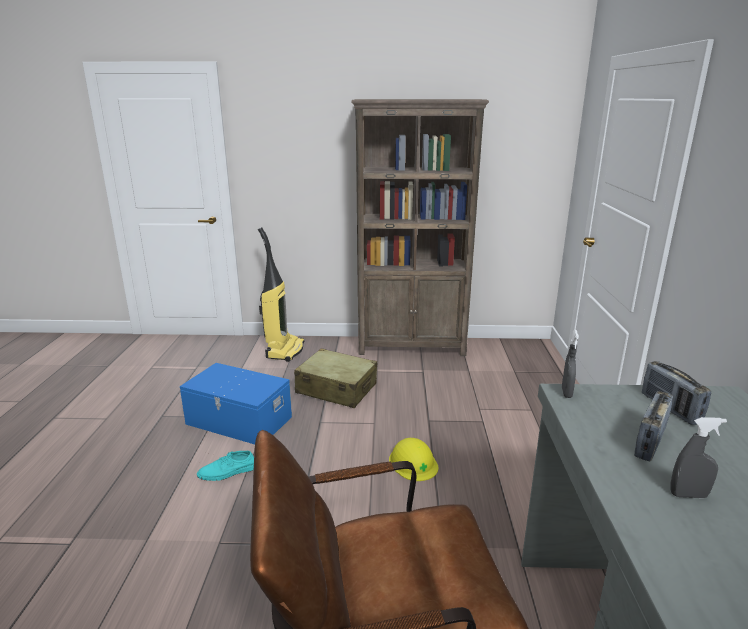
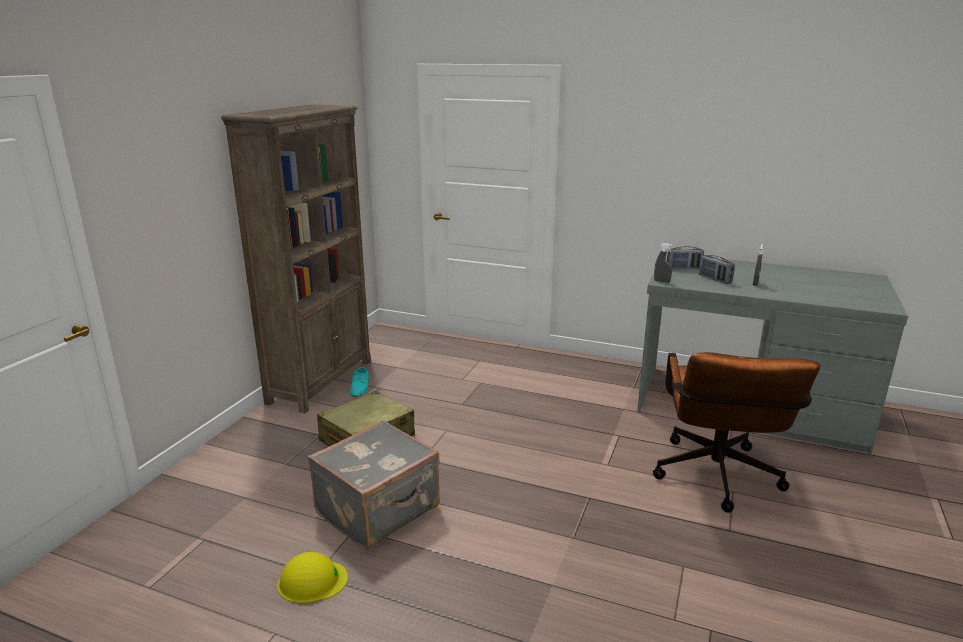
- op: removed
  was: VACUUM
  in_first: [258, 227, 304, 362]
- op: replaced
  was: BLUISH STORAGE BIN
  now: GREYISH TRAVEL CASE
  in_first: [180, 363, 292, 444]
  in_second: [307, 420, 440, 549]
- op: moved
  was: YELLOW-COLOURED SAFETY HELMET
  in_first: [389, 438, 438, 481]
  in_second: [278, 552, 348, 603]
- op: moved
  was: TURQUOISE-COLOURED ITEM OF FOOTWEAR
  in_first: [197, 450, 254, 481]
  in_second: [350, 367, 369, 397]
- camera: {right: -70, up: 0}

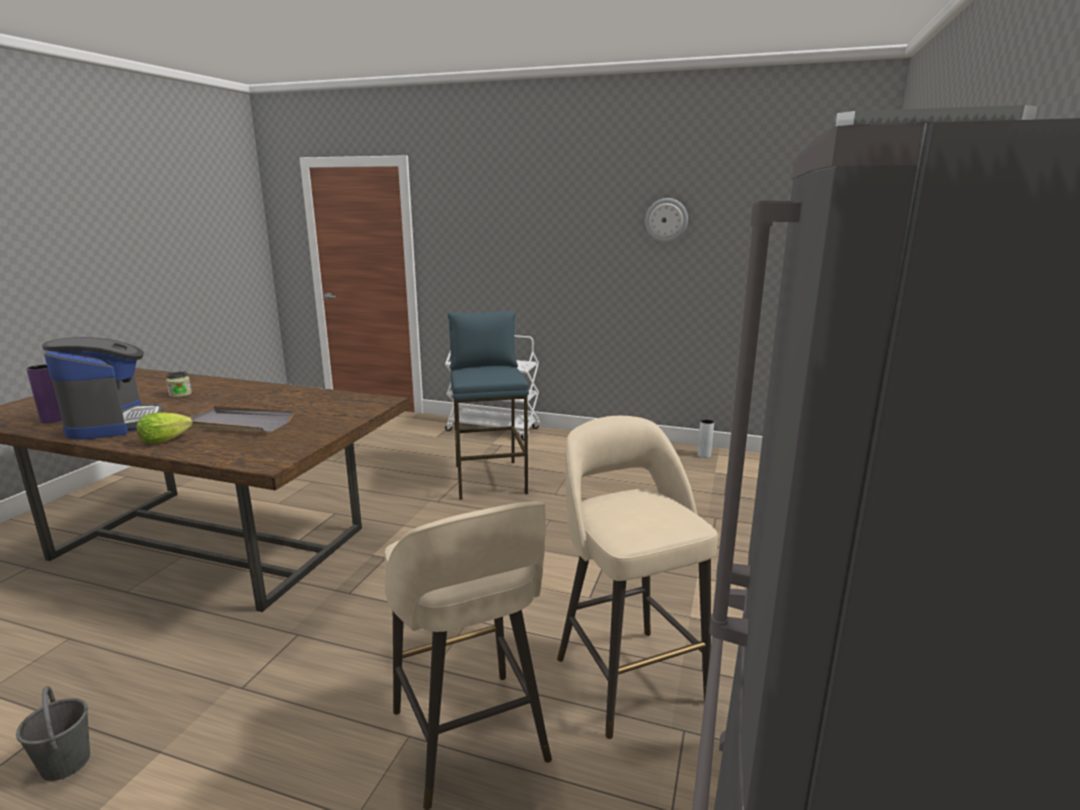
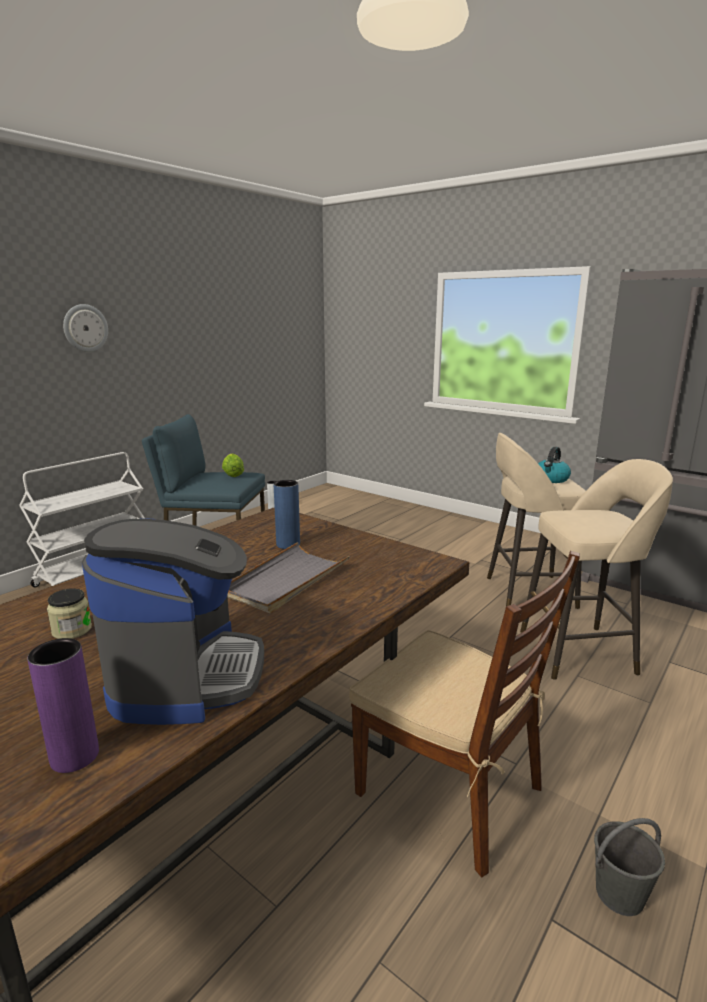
- op: moved
  was: WALL CLOCK
  in_first: [645, 198, 688, 242]
  in_second: [63, 304, 108, 352]
- op: turned
  was: COFFEE BREWER
  in_first: [42, 337, 163, 440]
  in_second: [82, 518, 264, 725]
  clockwise: 90
- op: moved
  was: HEAD OF LETTUCE
  in_first: [136, 412, 193, 443]
  in_second: [222, 453, 244, 477]
- op: added
  now: KETTLE
  in_second: [538, 447, 571, 483]
- op: added
  now: BLUISH DECORATIVE VASE
  in_second: [274, 480, 300, 549]
- op: added
  now: BROWNISH PLAIN CHAIR
  in_second: [349, 551, 580, 877]
- camera: {right: -70, up: 0}

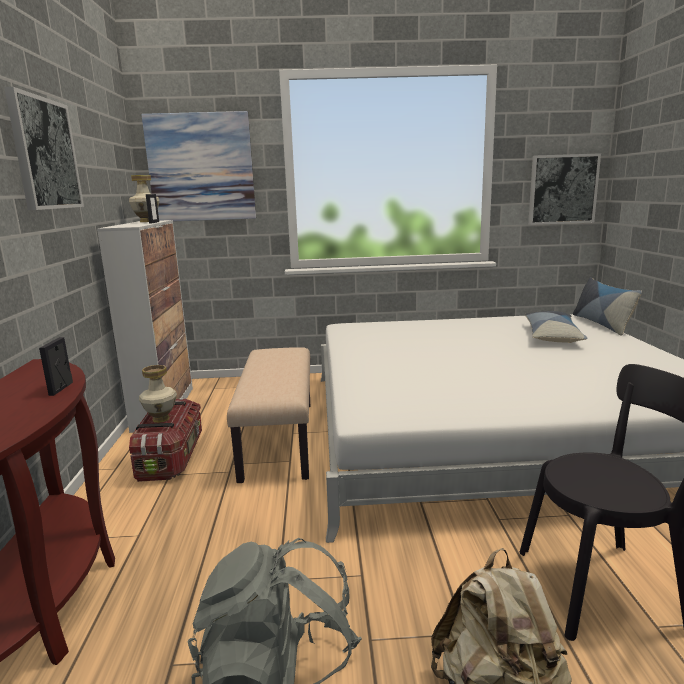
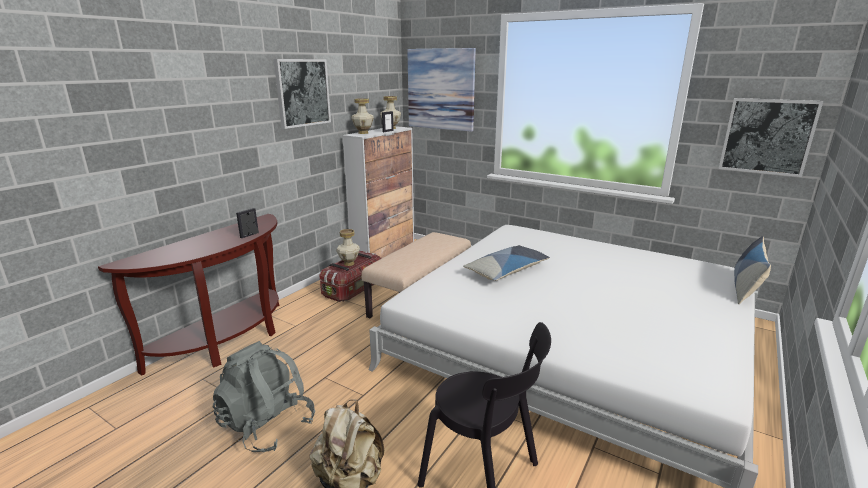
- op: moved
  was: PILLOW
  in_first: [525, 311, 588, 343]
  in_second: [463, 245, 550, 280]
- op: added
  now: DECORATIVE VASE
  in_second: [351, 98, 374, 134]
- camera: {right: 35, up: 5}

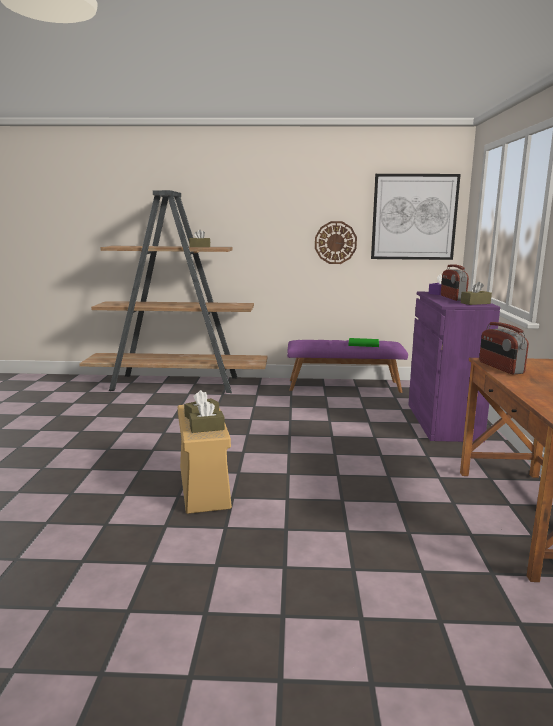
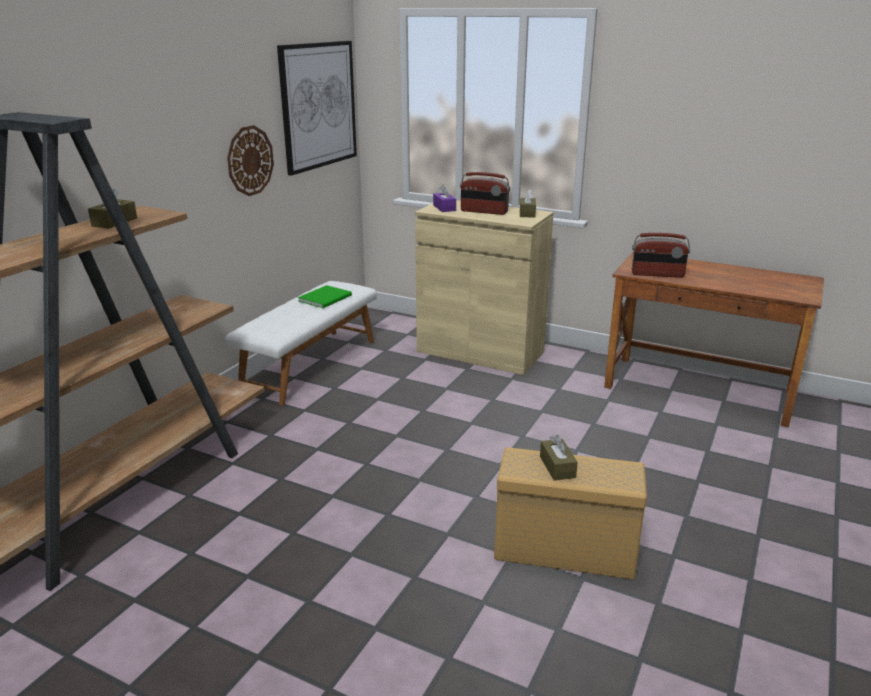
- op: recoloured
  was: PURPLE CUPBOARD
  now: BEIGE-COLOURED CUPBOARD
  in_first: [408, 292, 500, 442]
  in_second: [415, 200, 554, 375]
- op: recoloured
  was: PURPLE BENCH
  now: WHITE-COLOURED BENCH
  in_first: [287, 340, 408, 393]
  in_second: [225, 281, 377, 406]
- op: removed
  was: BROWNISH TISSUE HOLDER
  in_first: [189, 401, 225, 433]
- camera: {right: -65, up: 10}

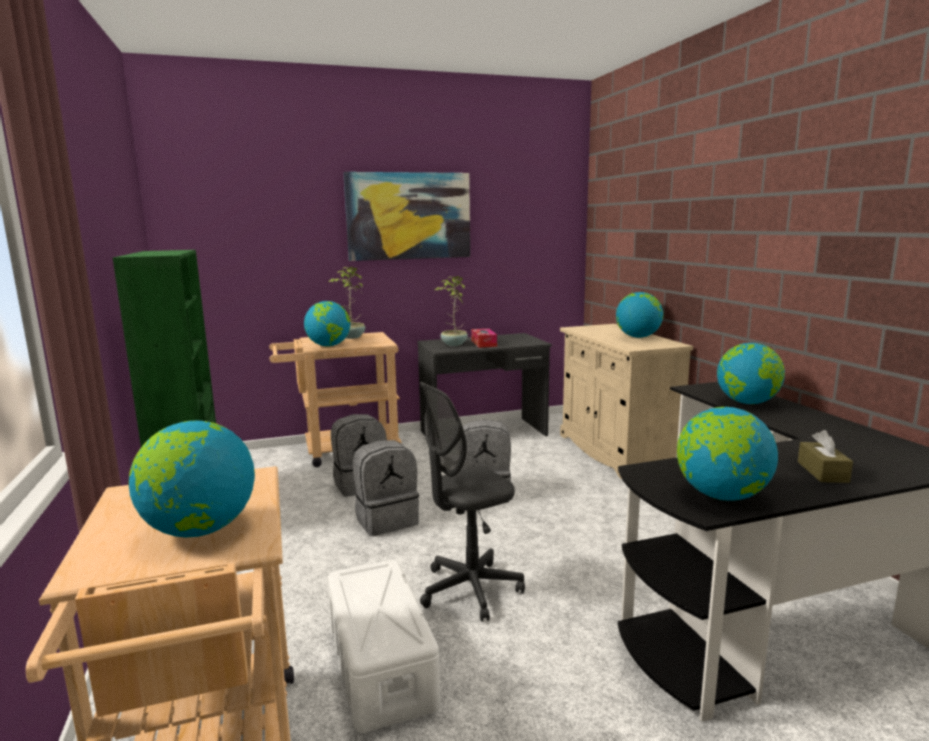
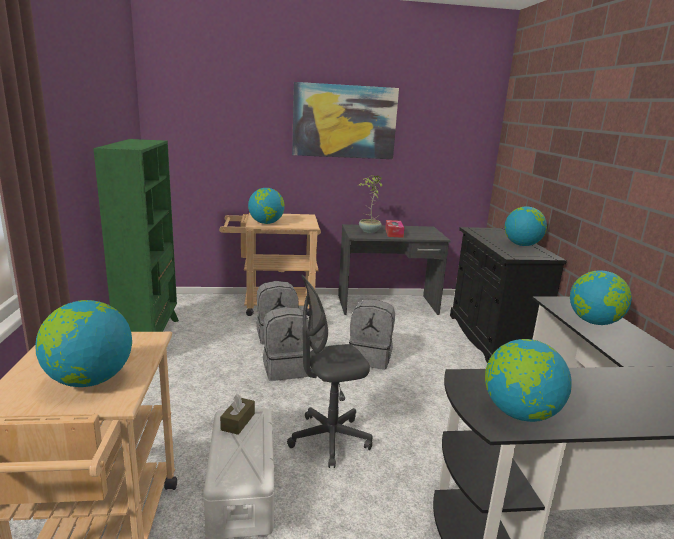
- op: removed
  was: HOUSEPLANT
  in_first: [328, 267, 365, 339]
- op: recoloured
  was: BEIGE-COLOURED CUPBOARD
  now: BLACK CUPBOARD
  in_first: [560, 324, 693, 479]
  in_second: [450, 227, 567, 363]
- op: moved
  was: BROWNISH TISSUE HOLDER
  in_first: [798, 430, 853, 483]
  in_second: [220, 394, 255, 435]
- camera: {right: 10, up: 5}

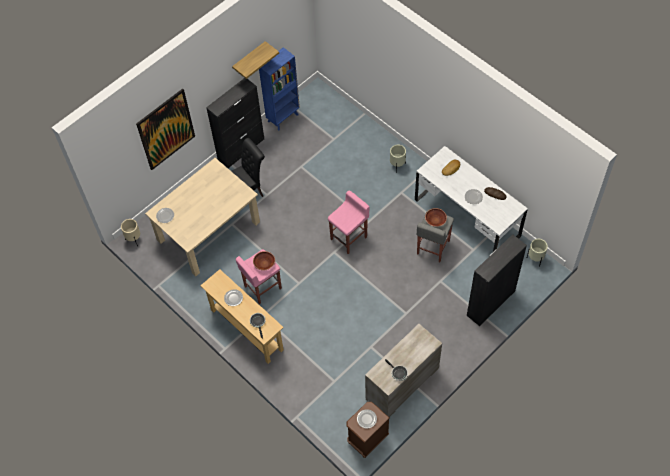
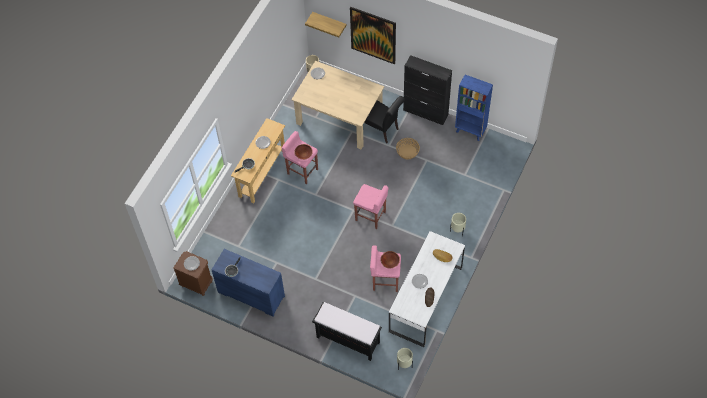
- op: moved
  was: BRACKET SHELF
  in_first: [232, 41, 279, 79]
  in_second: [305, 12, 347, 37]
- op: recoloured
  was: GREYISH SITTING STOOL
  now: PINK SITTING STOOL
  in_first: [416, 209, 454, 262]
  in_second: [370, 245, 401, 292]
- op: replaced
  was: BLACK CUPBOARD
  now: BLACK BENCH
  in_first: [467, 234, 527, 326]
  in_second: [312, 302, 382, 361]
- op: recoloured
  was: BEIGE-COLOURED CHEST OF DRAWERS
  now: BLUISH CHEST OF DRAWERS
  in_first: [365, 324, 442, 417]
  in_second: [211, 249, 285, 317]
- op: added
  now: HOUSEHOLD BASKET
  in_second: [396, 138, 420, 160]
- camera: {right: 70, up: 0}

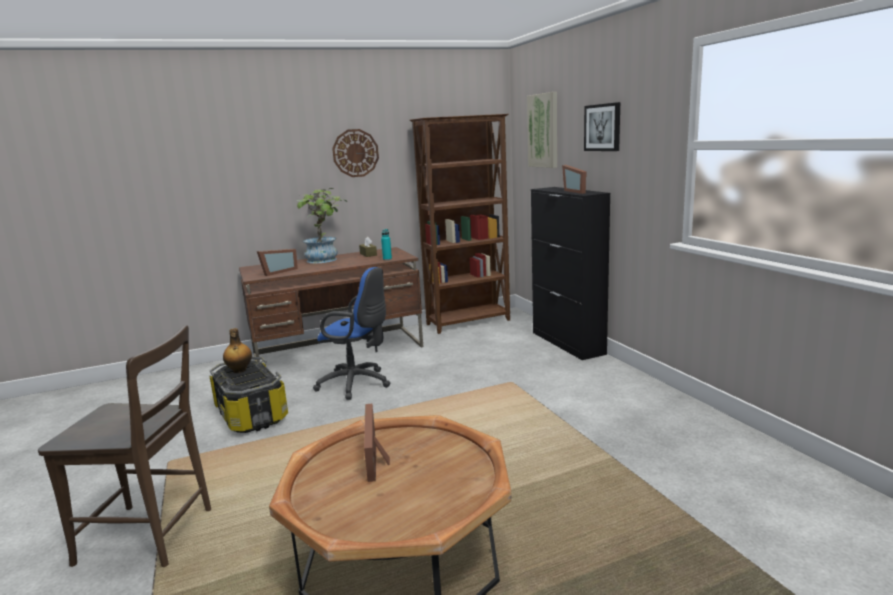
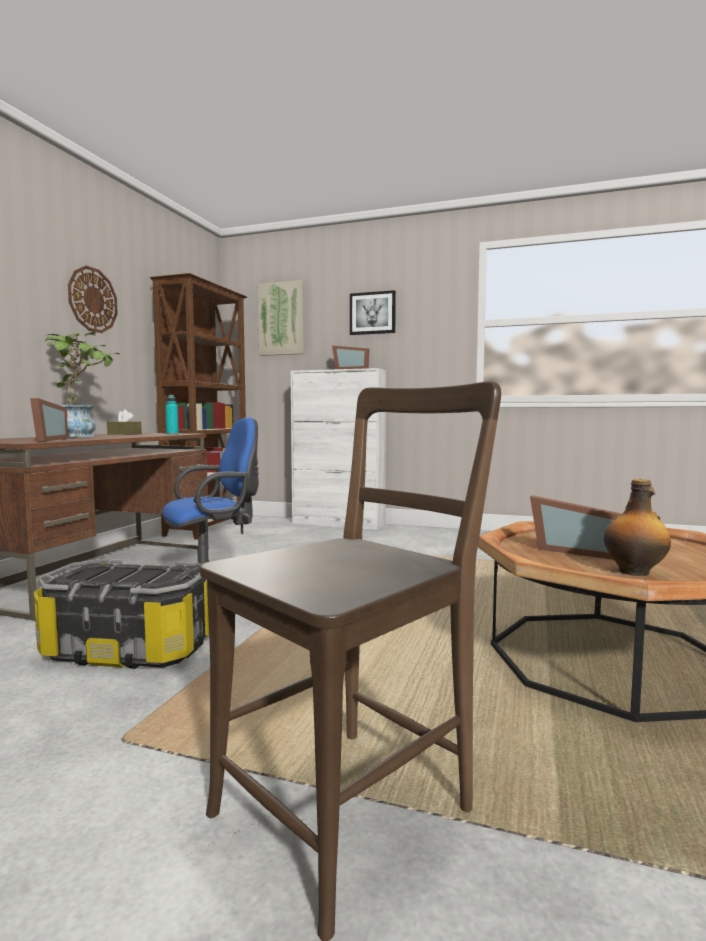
- op: recoloured
  was: BLACK CUPBOARD
  now: WHITE-COLOURED CUPBOARD
  in_first: [531, 187, 610, 360]
  in_second: [291, 368, 386, 530]
- op: moved
  was: DRINK BOTTLE
  in_first: [223, 328, 252, 373]
  in_second: [604, 479, 671, 576]
- camera: {right: -50, up: -10}

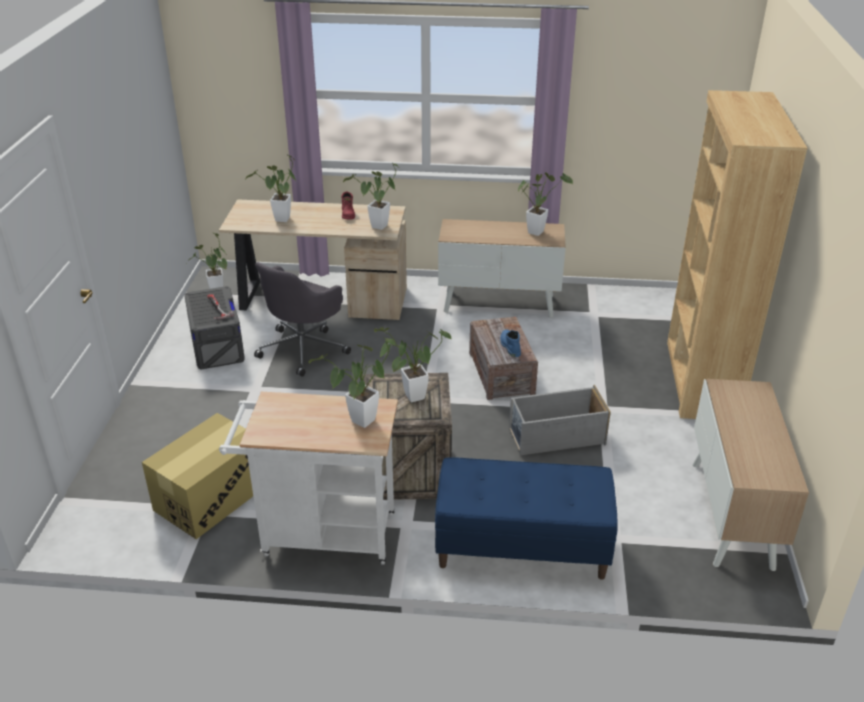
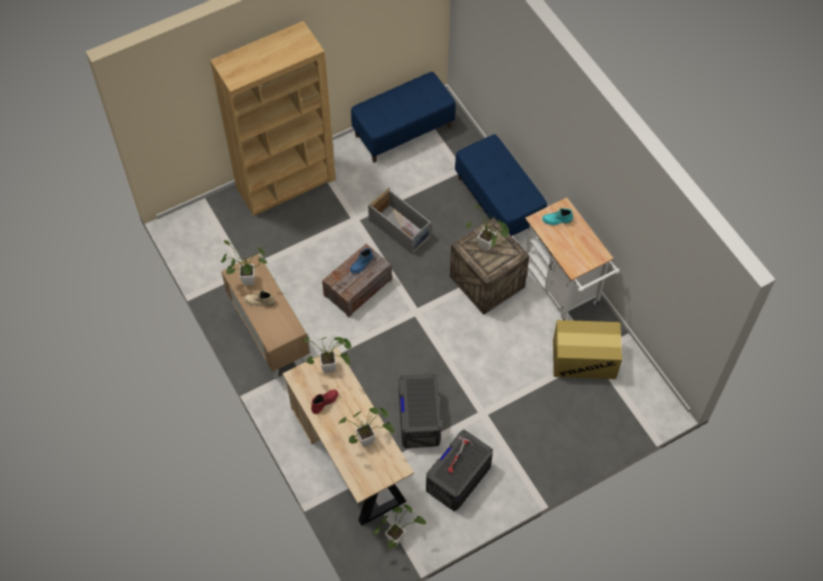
- op: replaced
  was: GREYISH DESK CHAIR
  now: GREYISH STORAGE BIN
  in_first: [254, 262, 351, 377]
  in_second: [399, 374, 441, 448]
- op: replaced
  was: HOUSEPLANT
  now: TURQUOISE-COLOURED BOOT
  in_first: [308, 338, 397, 428]
  in_second: [542, 208, 573, 225]
- op: replaced
  was: CUPBOARD
  now: BLUISH BENCH
  in_first: [692, 379, 809, 571]
  in_second: [351, 72, 456, 163]
- op: added
  now: BEIGE-COLOURED BOOT
  in_second: [244, 291, 275, 306]
- camera: {right: -125, up: 25}

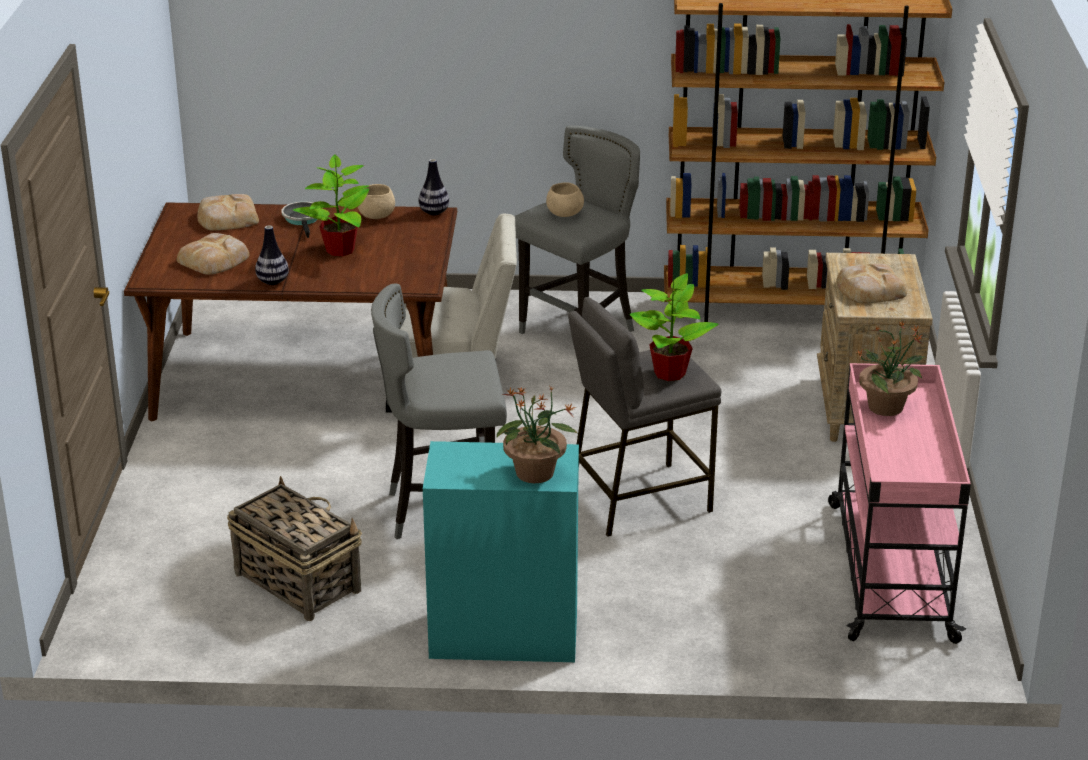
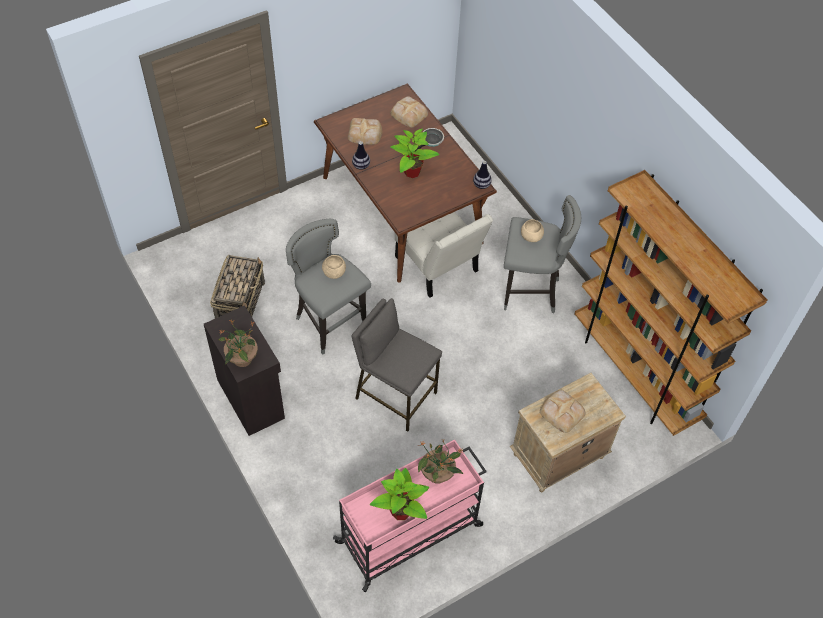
- op: moved
  was: BEIGE-COLOURED SERVING BOWL
  in_first: [358, 184, 395, 219]
  in_second: [322, 255, 346, 279]
- op: moved
  was: HOUSEPLANT
  in_first: [630, 273, 719, 381]
  in_second: [370, 468, 429, 520]
- op: recoloured
  was: TURQUOISE-COLOURED CUPBOARD
  now: BLACK CUPBOARD
  in_first: [423, 441, 579, 662]
  in_second: [204, 305, 285, 436]
- camera: {right: 55, up: 25}

